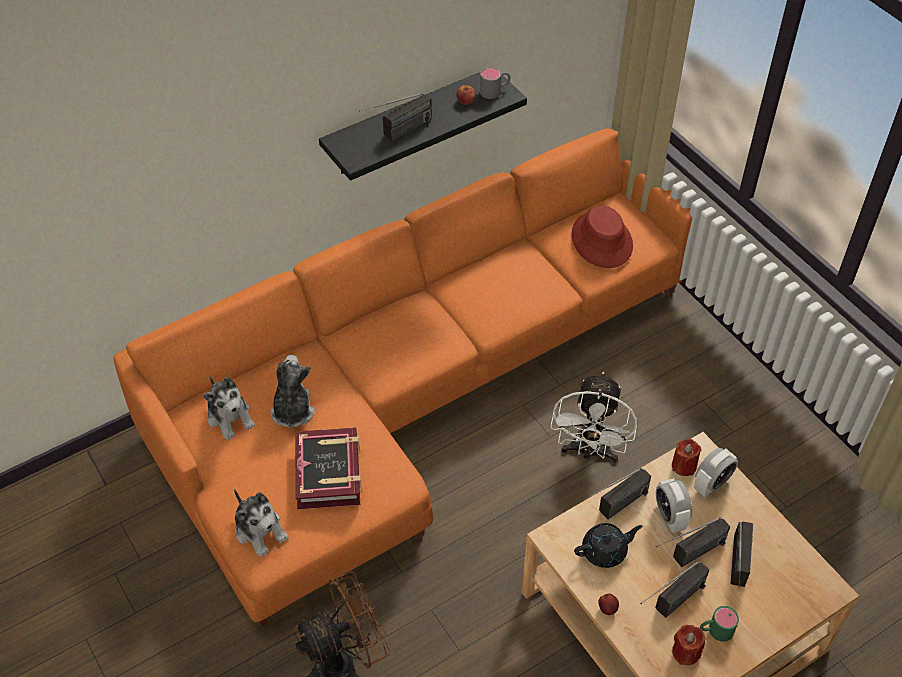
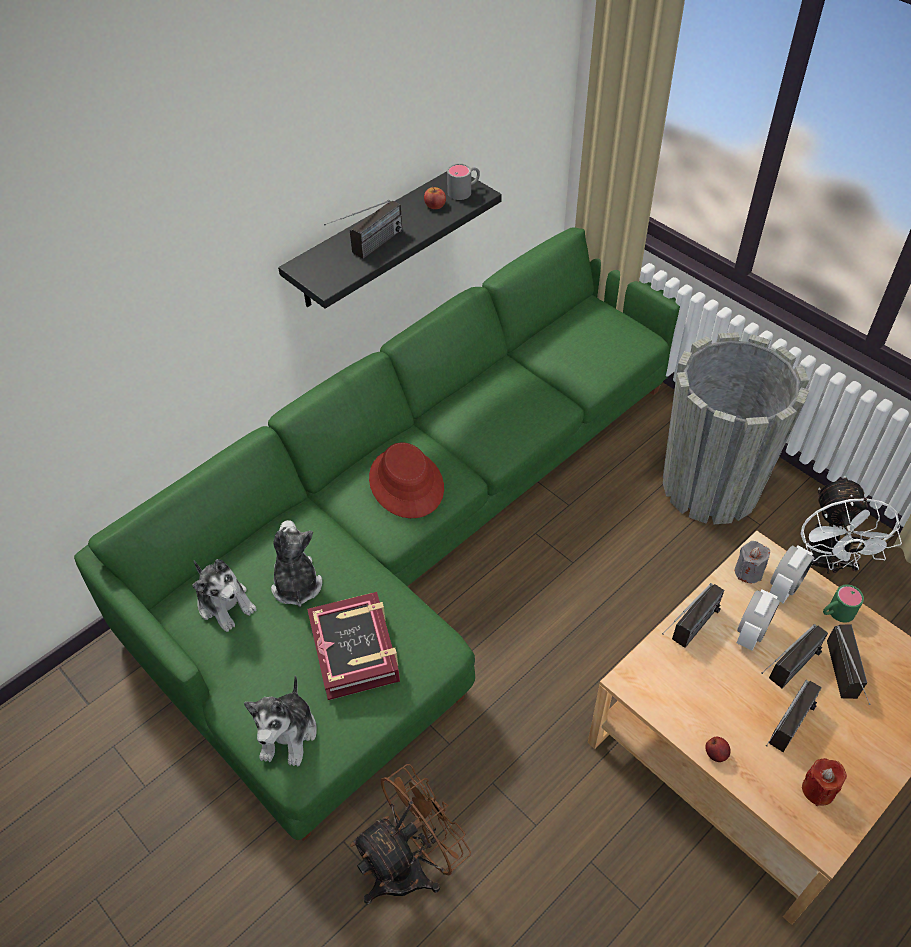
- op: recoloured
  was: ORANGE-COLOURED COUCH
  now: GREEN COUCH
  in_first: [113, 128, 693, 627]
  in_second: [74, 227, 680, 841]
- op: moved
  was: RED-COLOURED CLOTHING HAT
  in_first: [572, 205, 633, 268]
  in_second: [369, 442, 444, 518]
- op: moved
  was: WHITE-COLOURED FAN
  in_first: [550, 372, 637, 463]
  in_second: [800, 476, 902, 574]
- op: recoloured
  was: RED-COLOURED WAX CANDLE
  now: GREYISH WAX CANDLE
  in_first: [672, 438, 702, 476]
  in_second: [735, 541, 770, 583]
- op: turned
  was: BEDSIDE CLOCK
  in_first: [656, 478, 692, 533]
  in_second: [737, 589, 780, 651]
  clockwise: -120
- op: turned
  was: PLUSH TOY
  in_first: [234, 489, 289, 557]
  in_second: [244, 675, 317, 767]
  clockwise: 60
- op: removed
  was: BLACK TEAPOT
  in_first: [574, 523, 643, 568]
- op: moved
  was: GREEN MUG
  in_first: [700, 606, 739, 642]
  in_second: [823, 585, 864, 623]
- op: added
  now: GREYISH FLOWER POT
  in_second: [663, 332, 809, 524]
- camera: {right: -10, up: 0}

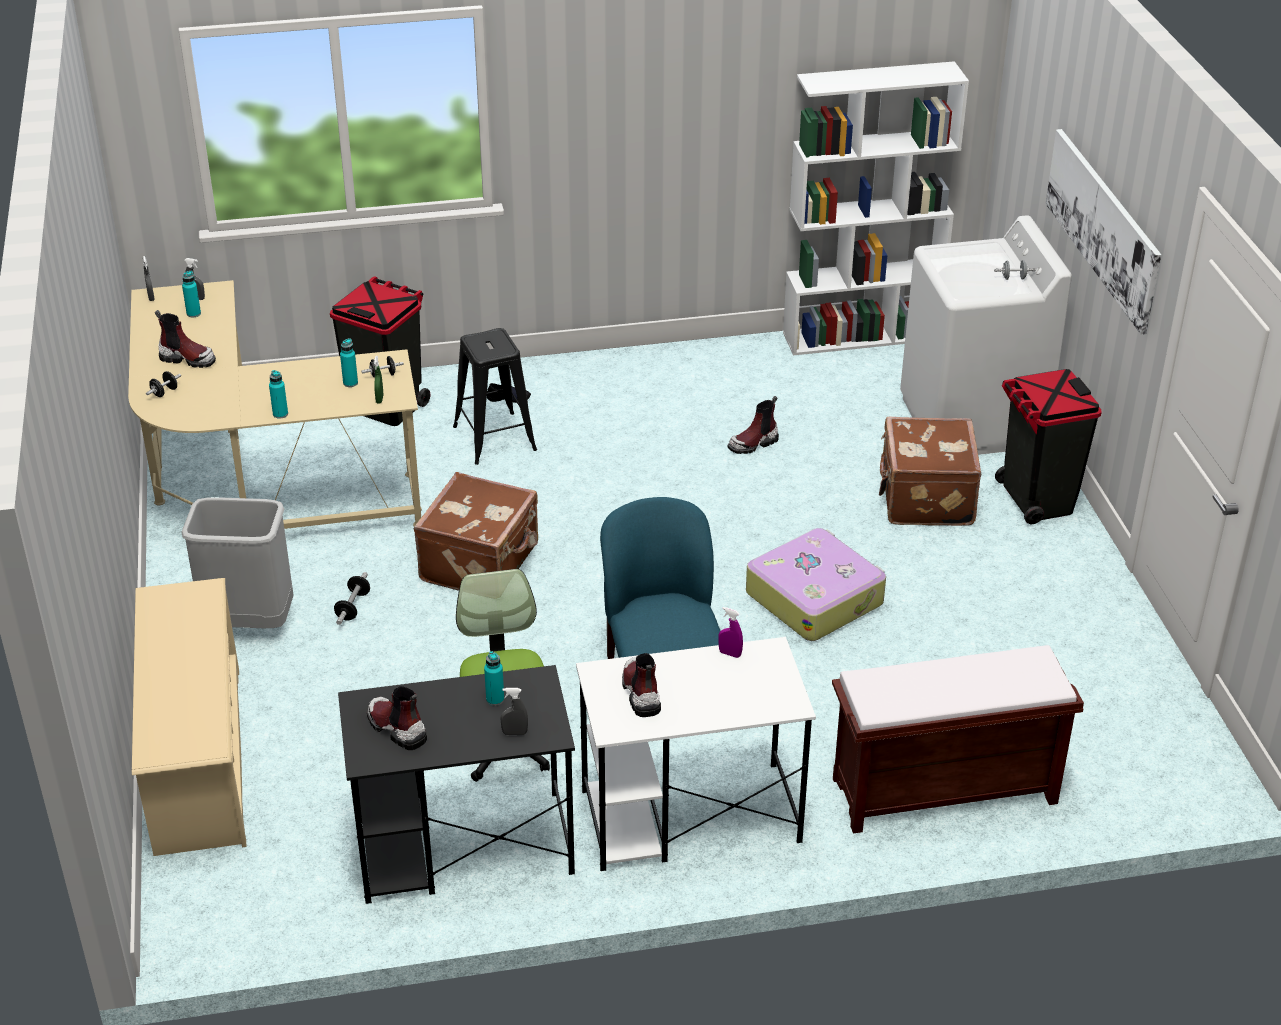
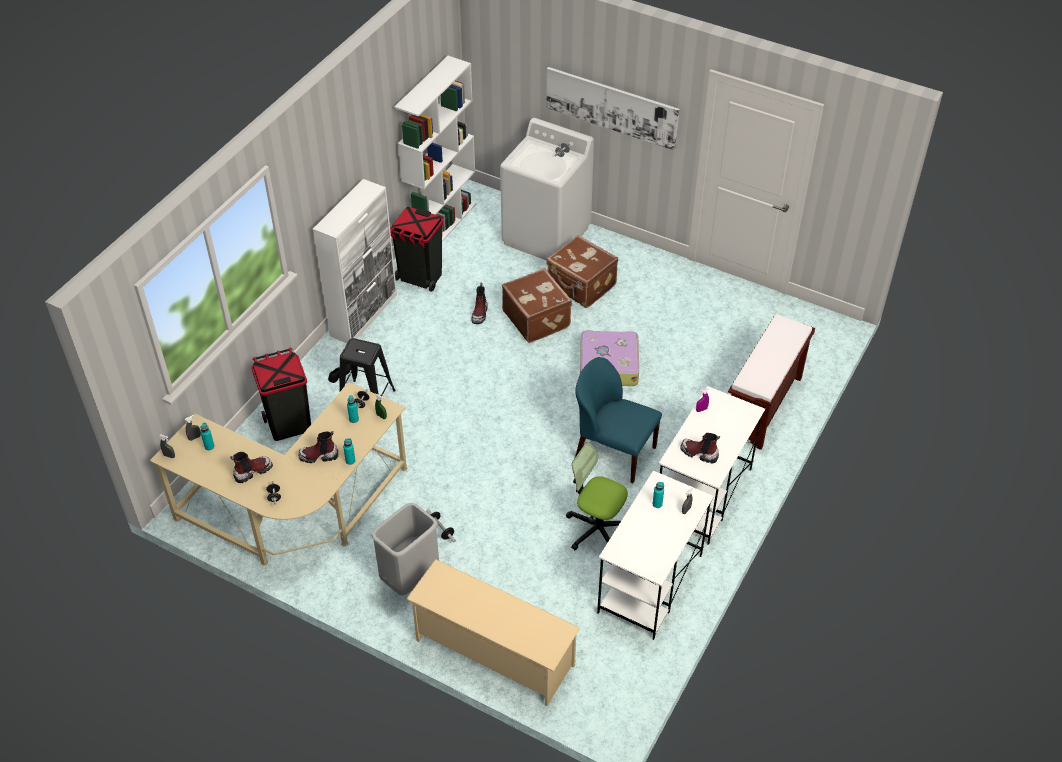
- op: moved
  was: BLACK WASTE BIN
  in_first: [995, 369, 1102, 524]
  in_second: [390, 207, 443, 292]
- op: moved
  was: BROWNISH TRAVEL CASE
  in_first: [413, 472, 538, 591]
  in_second: [502, 268, 572, 343]
- op: recoloured
  was: BLACK DESK
  now: WHITE-COLOURED DESK
  in_first: [338, 665, 575, 904]
  in_second: [597, 471, 714, 640]
- op: moved
  was: BOOT
  in_first: [367, 686, 427, 750]
  in_second: [298, 431, 338, 463]
- op: added
  now: WHITE-COLOURED CUPBOARD
  in_second: [313, 179, 397, 343]
- camera: {right: -50, up: 10}

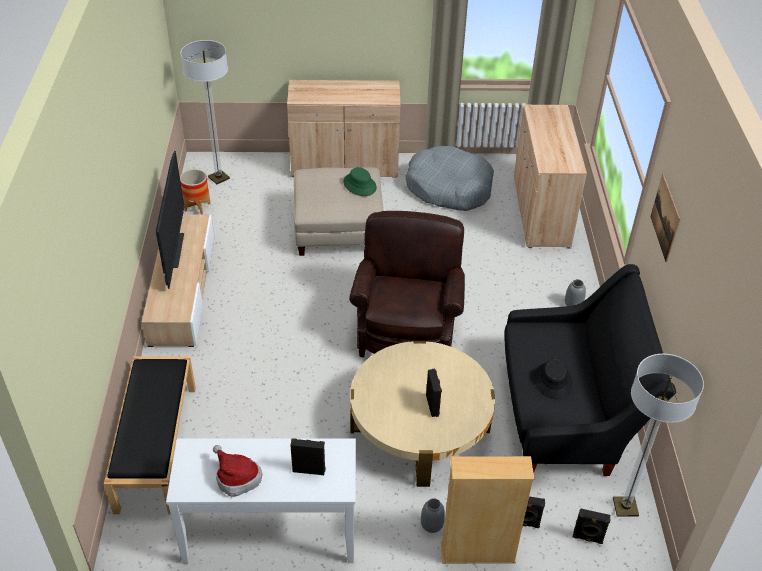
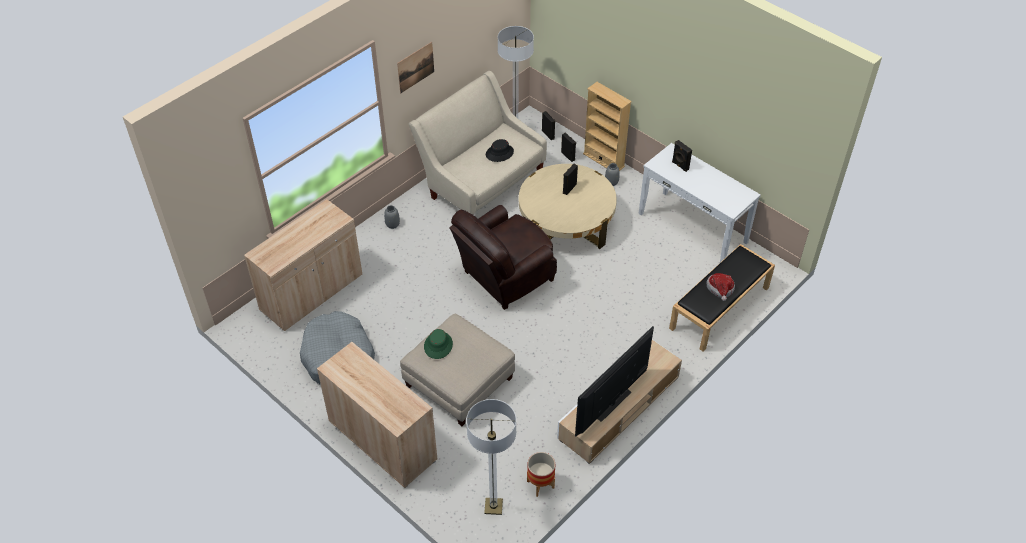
- op: recoloured
  was: BLACK COUCH
  now: BEIGE-COLOURED COUCH
  in_first: [504, 264, 676, 476]
  in_second: [409, 71, 547, 215]
- op: moved
  was: CLOTHING HAT
  in_first: [213, 445, 262, 497]
  in_second: [707, 273, 735, 301]
- camera: {right: -135, up: 5}

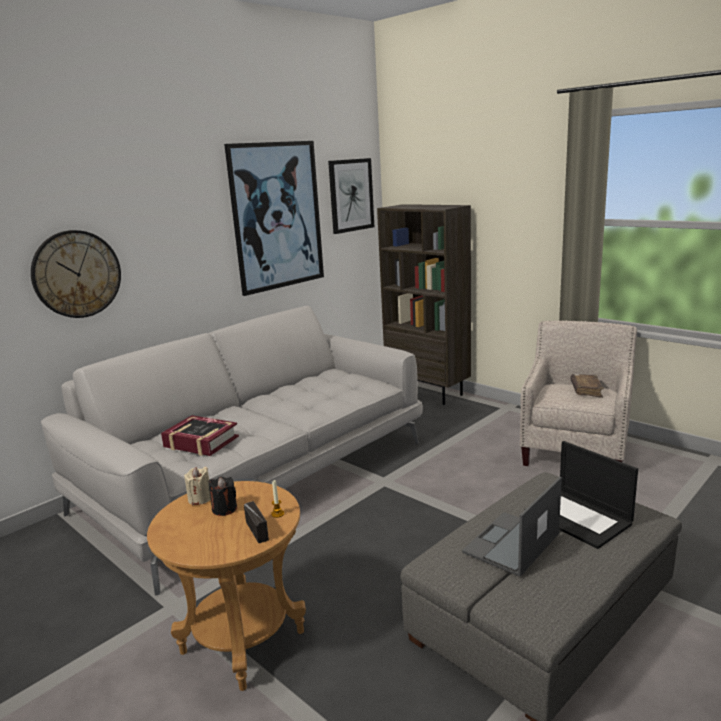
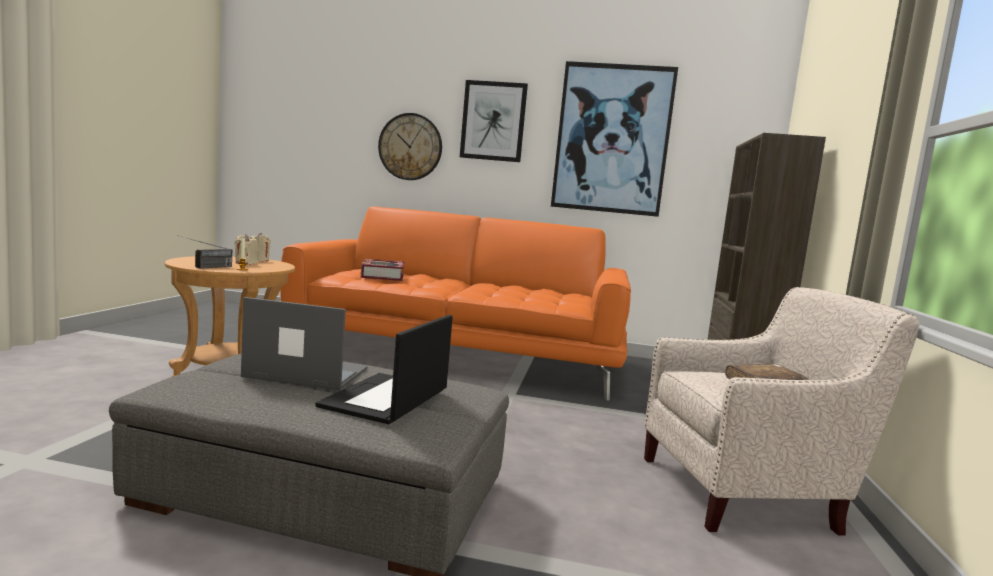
- op: moved
  was: WALL ART
  in_first: [328, 158, 374, 234]
  in_second: [460, 80, 528, 162]
- op: recoloured
  was: GREYISH COUCH
  now: ORANGE-COLOURED COUCH
  in_first: [41, 306, 423, 596]
  in_second: [280, 207, 631, 401]
- op: recoloured
  was: BLACK WAX CANDLE
  now: BEIGE-COLOURED WAX CANDLE
  in_first: [209, 477, 237, 516]
  in_second: [235, 234, 258, 265]
- camera: {right: 55, up: -10}

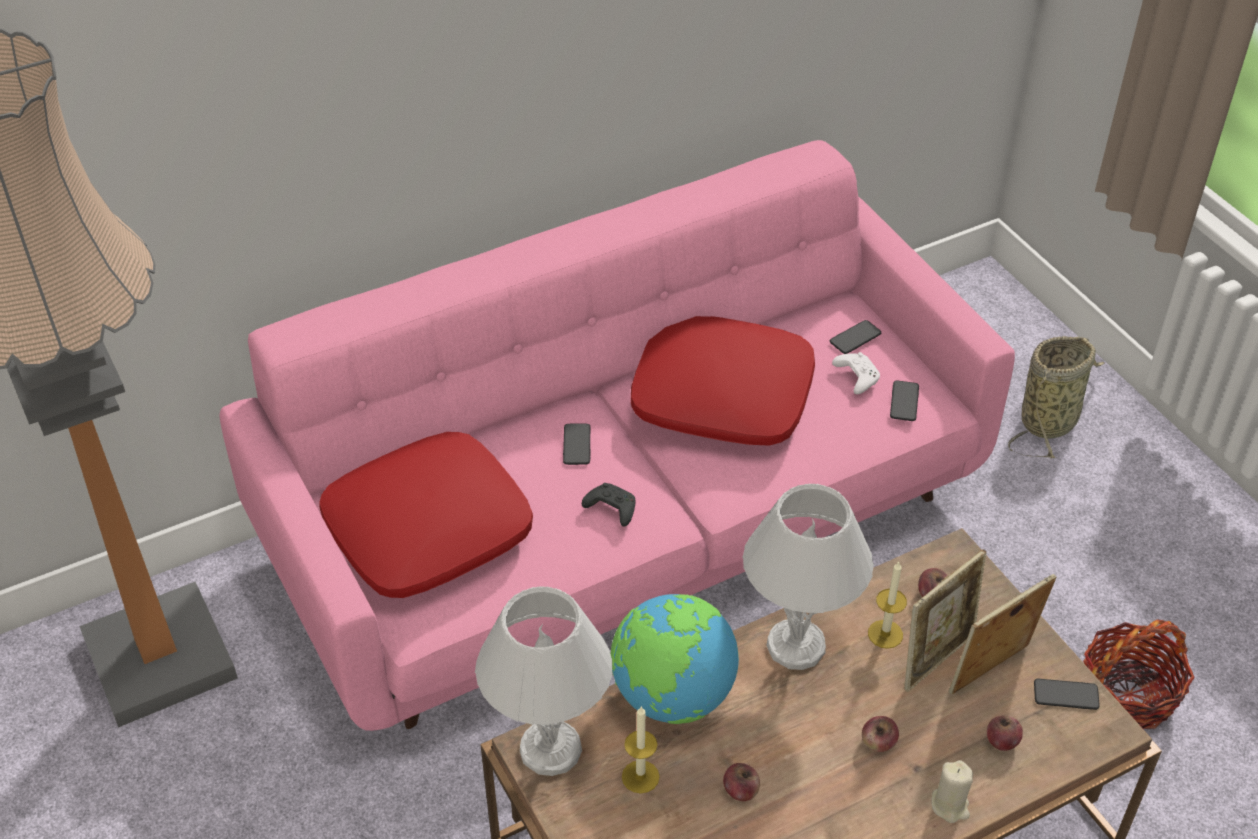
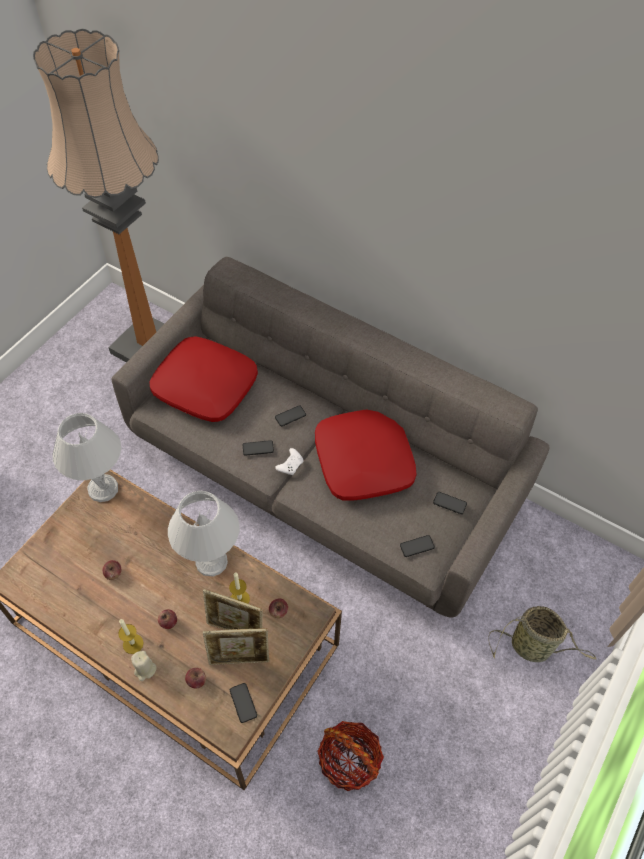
- op: recoloured
  was: PINK COUCH
  now: GREYISH COUCH
  in_first: [220, 140, 1015, 731]
  in_second: [112, 257, 549, 618]
- op: moved
  was: WHITE-COLOURED GAME CONTROLLER
  in_first: [832, 352, 880, 394]
  in_second: [275, 448, 304, 475]
- op: replaced
  was: BLACK GAME CONTROLLER
  now: PHONE
  in_first: [582, 483, 636, 527]
  in_second: [243, 440, 274, 456]
- op: turned
  was: STANDING FRAME
  in_first: [949, 574, 1056, 695]
  in_second: [203, 628, 269, 665]
  clockwise: 150
- op: removed
  was: DESK GLOBE
  in_first: [611, 594, 739, 724]
- op: moved
  was: WAX CANDLE
  in_first: [622, 706, 660, 793]
  in_second: [118, 619, 143, 654]
- camera: {right: 60, up: 10}

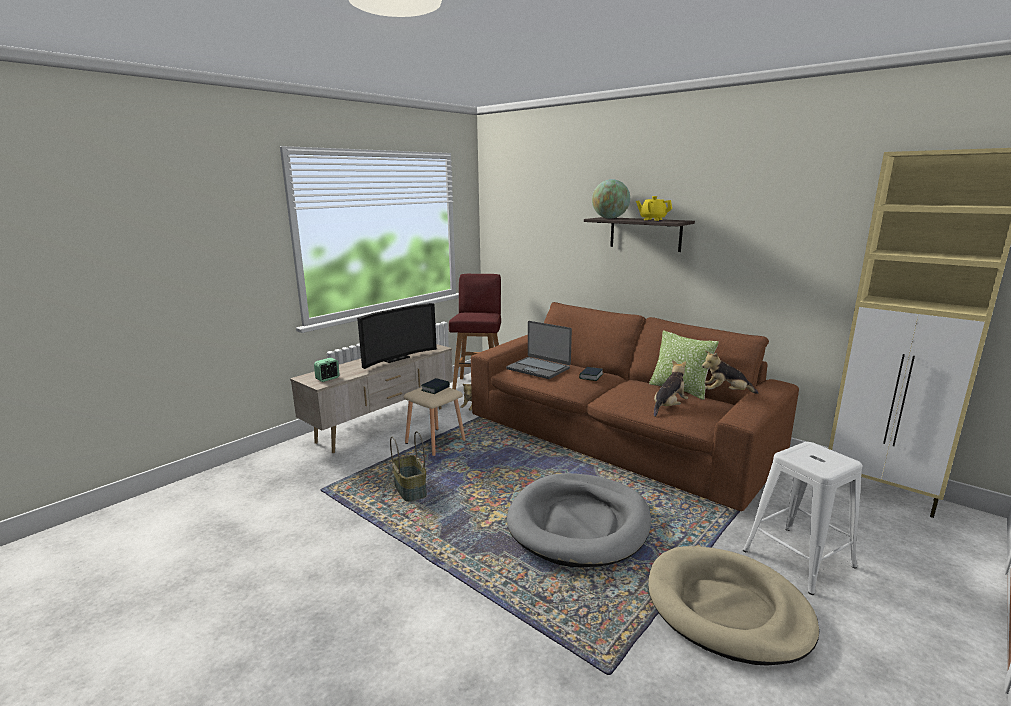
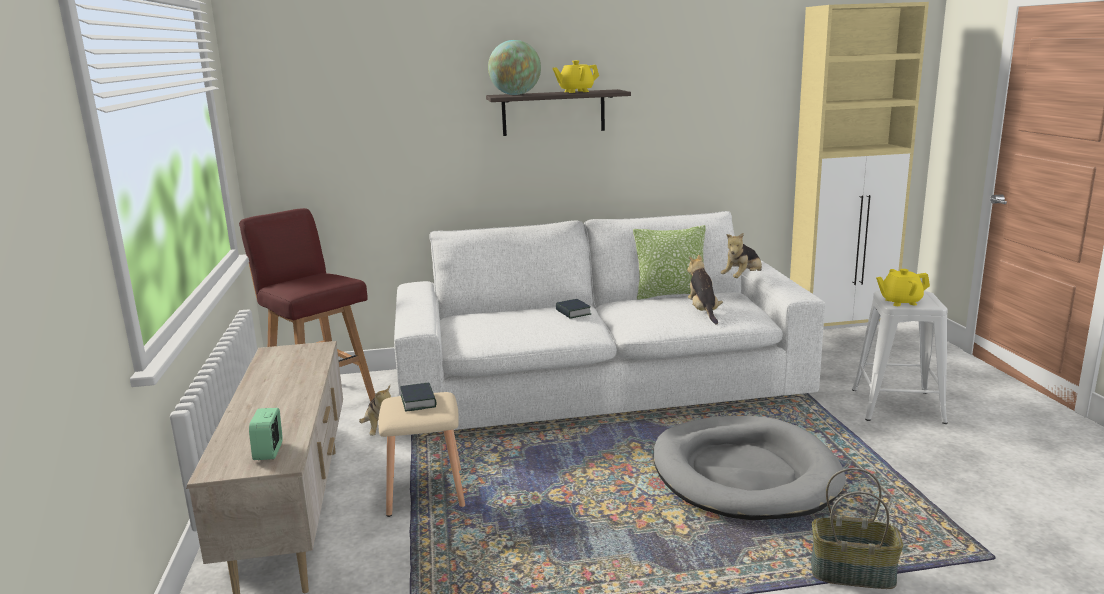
- op: recoloured
  was: BROWNISH COUCH
  now: WHITE-COLOURED COUCH
  in_first: [471, 302, 799, 511]
  in_second: [394, 211, 825, 435]
- op: removed
  was: TV
  in_first: [357, 303, 437, 369]
- op: removed
  was: PORTABLE COMPUTER
  in_first: [506, 321, 572, 379]
- op: moved
  was: HOUSEHOLD BASKET
  in_first: [390, 431, 427, 502]
  in_second: [811, 468, 903, 589]
- op: removed
  was: BEIGE-COLOURED DOG BED
  in_first: [648, 546, 819, 666]
- op: added
  now: YELLOW-COLOURED TEAPOT
  in_second: [876, 269, 930, 306]
- camera: {right: -50, up: 0}

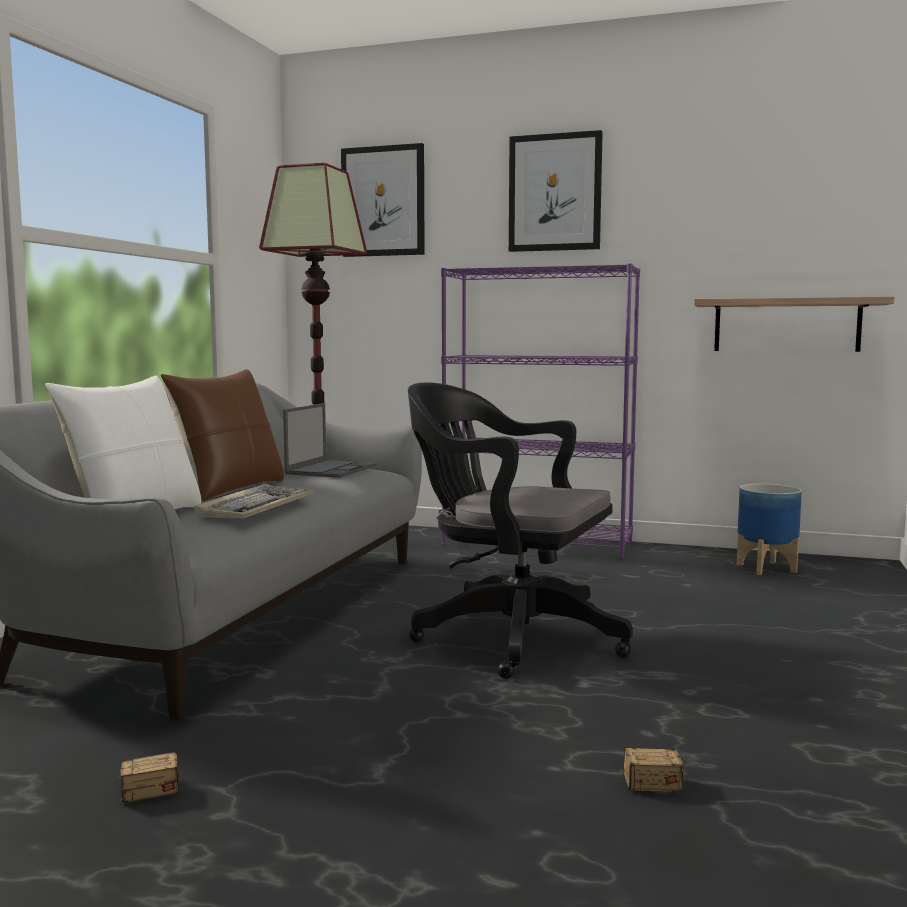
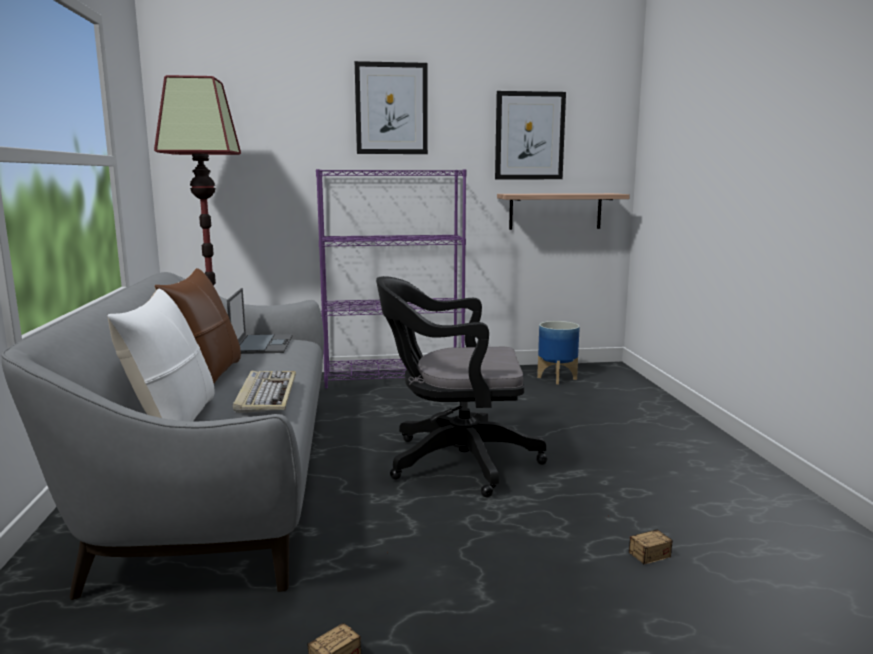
- op: moved
  was: WALL ART
  in_first: [341, 143, 425, 257]
  in_second: [495, 91, 566, 179]
- camera: {right: -25, up: 5}

